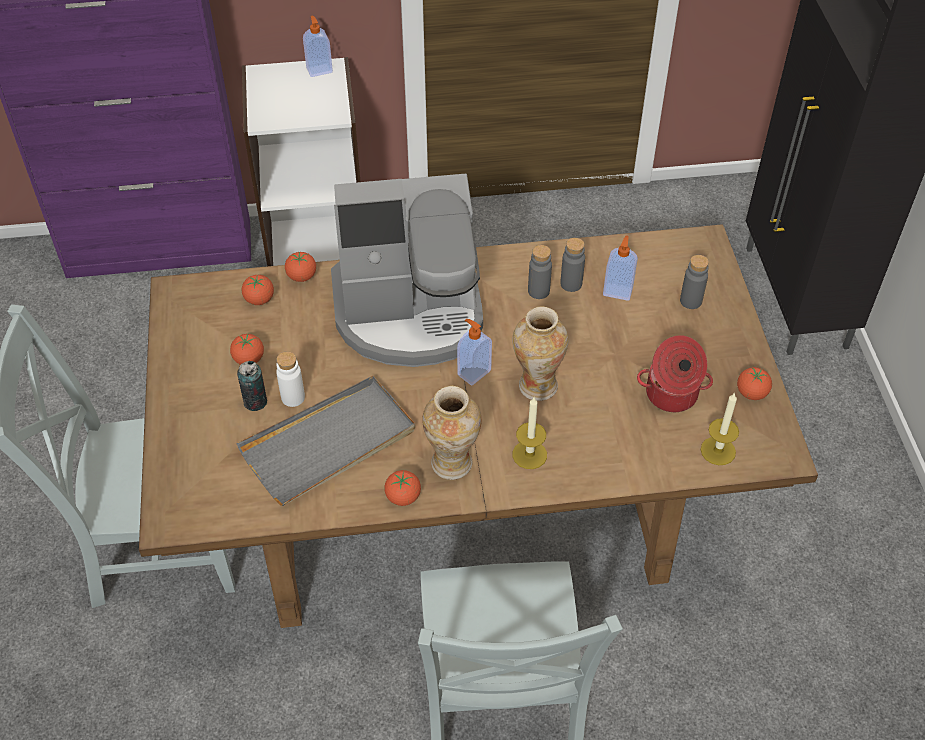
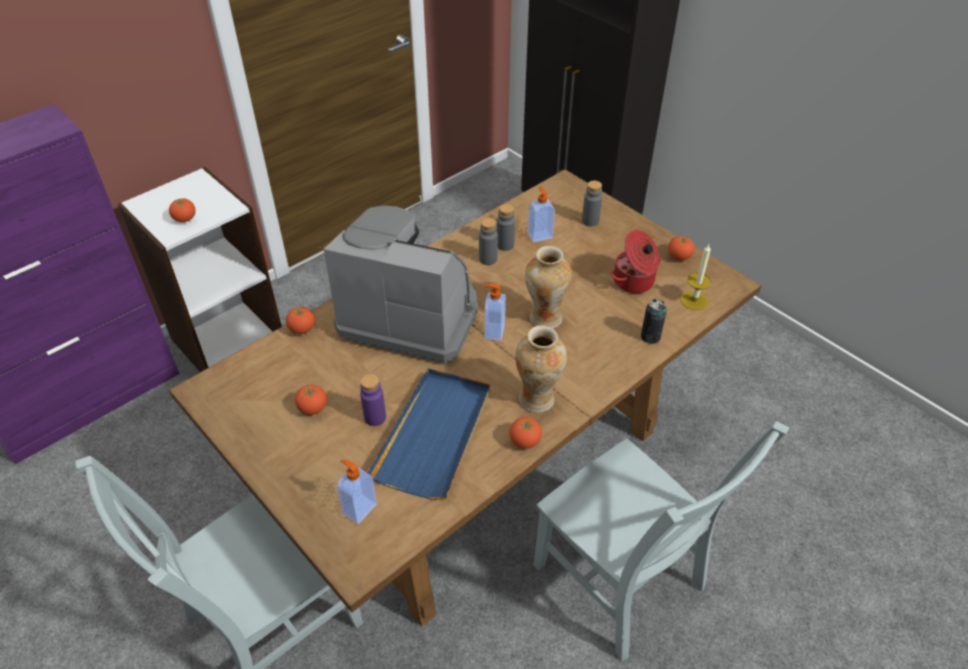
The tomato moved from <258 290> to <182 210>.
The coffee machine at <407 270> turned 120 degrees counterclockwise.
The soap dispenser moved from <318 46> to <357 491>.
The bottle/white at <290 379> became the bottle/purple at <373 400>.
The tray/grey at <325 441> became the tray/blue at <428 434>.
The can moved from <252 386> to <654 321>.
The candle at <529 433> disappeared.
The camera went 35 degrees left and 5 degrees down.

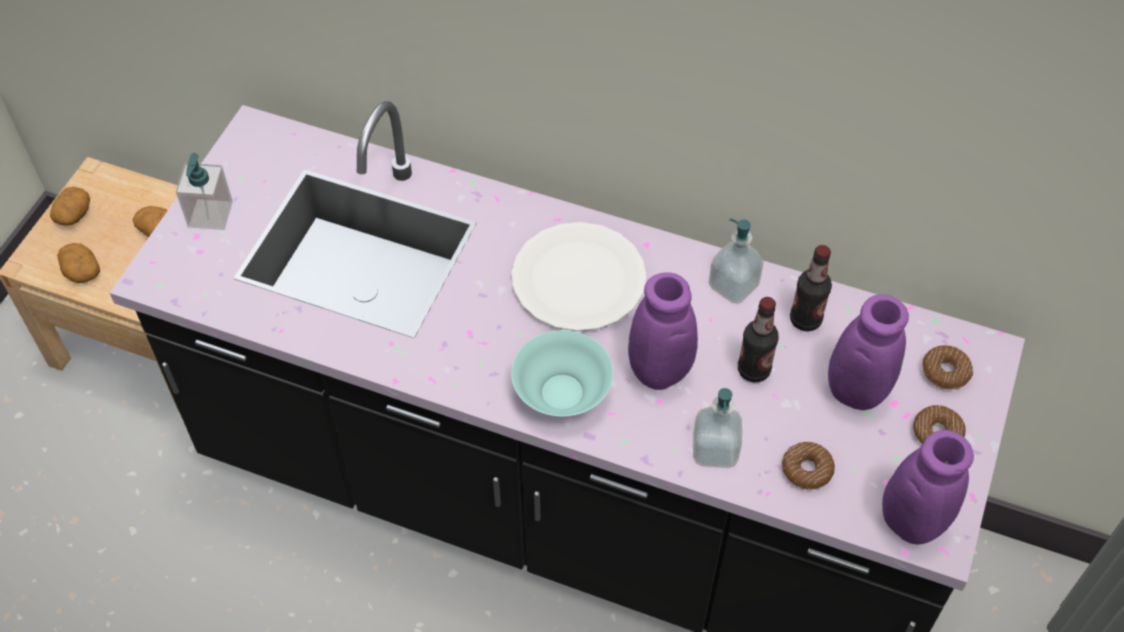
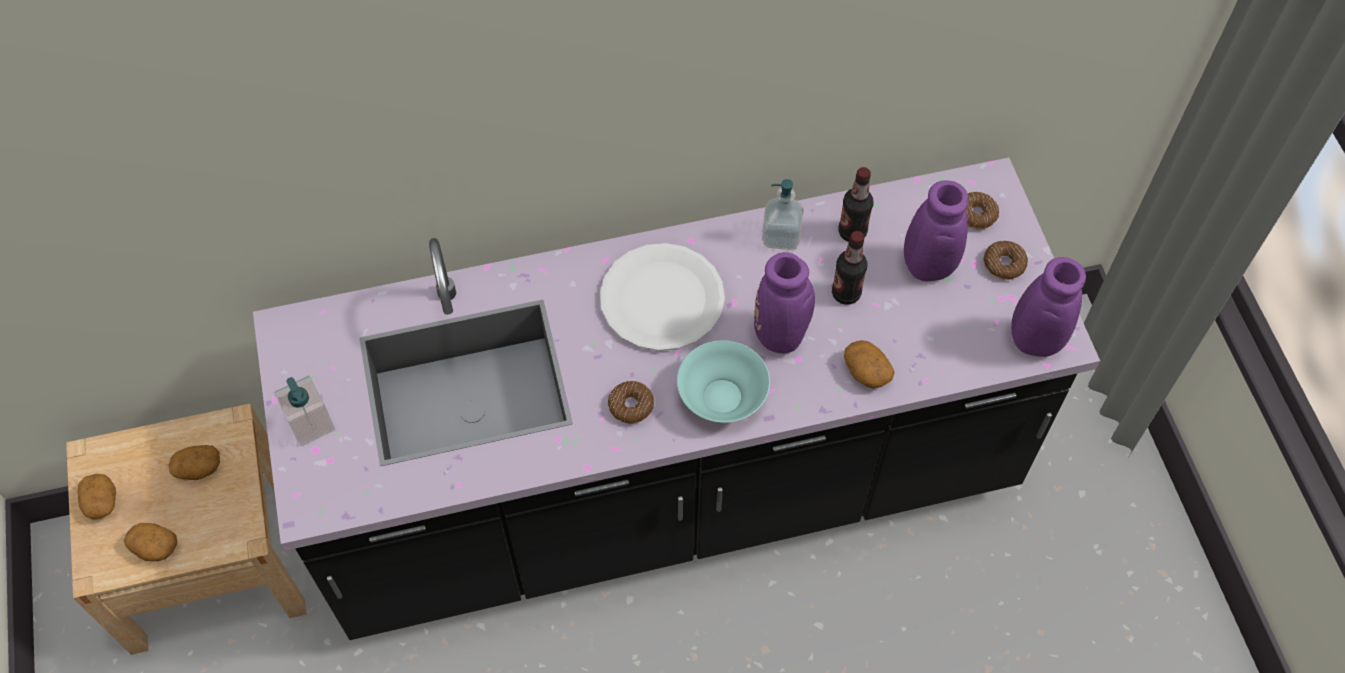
The donut moved from <808 466> to <631 402>.
The soap dispenser at <717 428> was replaced by the potato at <869 364>.
The camera went 35 degrees left and 5 degrees up.

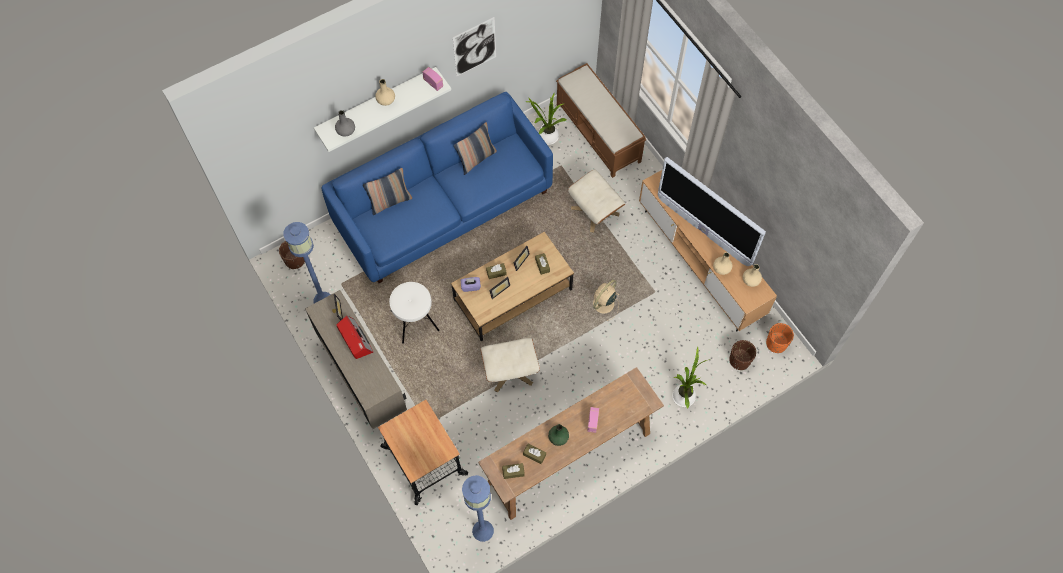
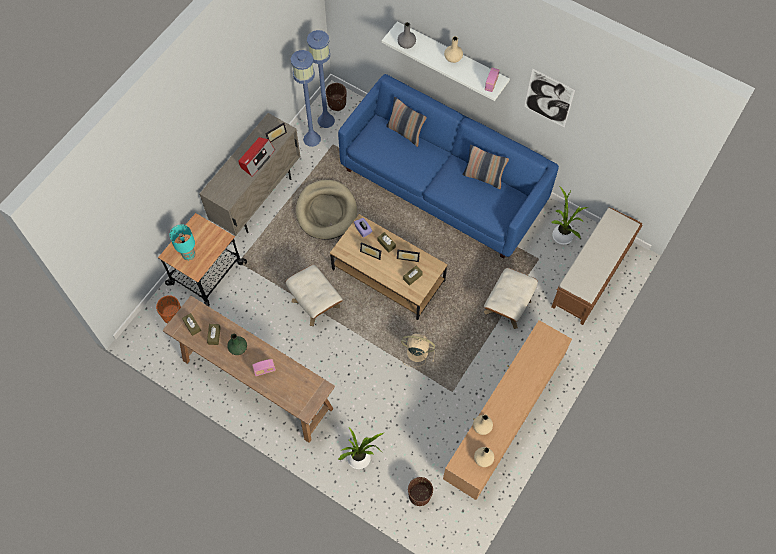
The planter/orange moved from <780 338> to <168 309>.
The table lamp/turquoise at <183 242> appeared.
The stool/white at <414 313> was replaced by the dog bed/beige at <326 210>.
The floor lamp/blue moved from <478 508> to <321 79>.
The television at <712 211> disappeared.
The camera went 65 degrees right and 0 degrees up.

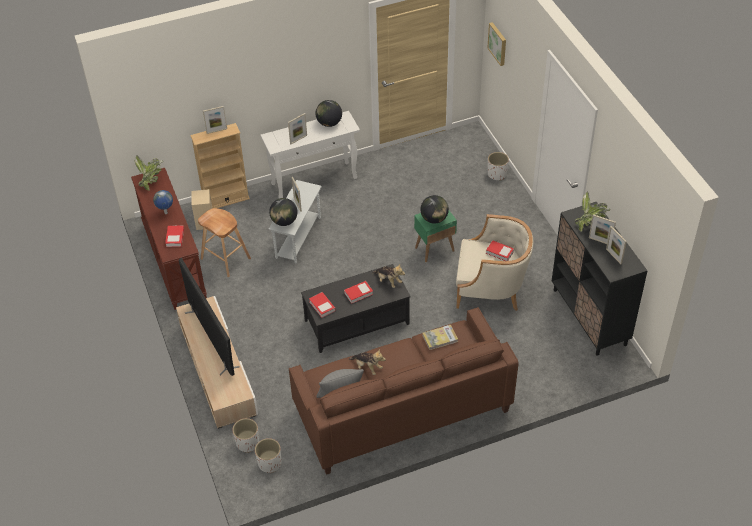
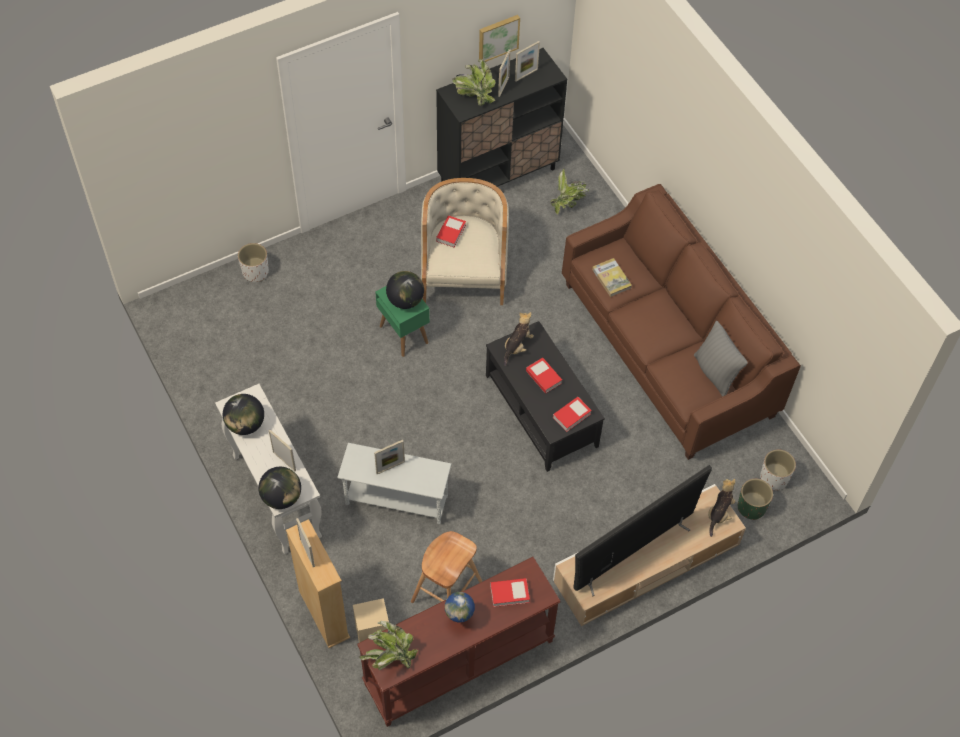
The globe moved from <283 212> to <279 488>.
The picture moved from <496 44> to <499 38>.
The potted plant at <570 192> appeared.
The plush toy moved from <367 362> to <721 508>.
The planter/white at <245 435> became the planter/green at <755 499>.
The camera went 100 degrees left and 10 degrees up.

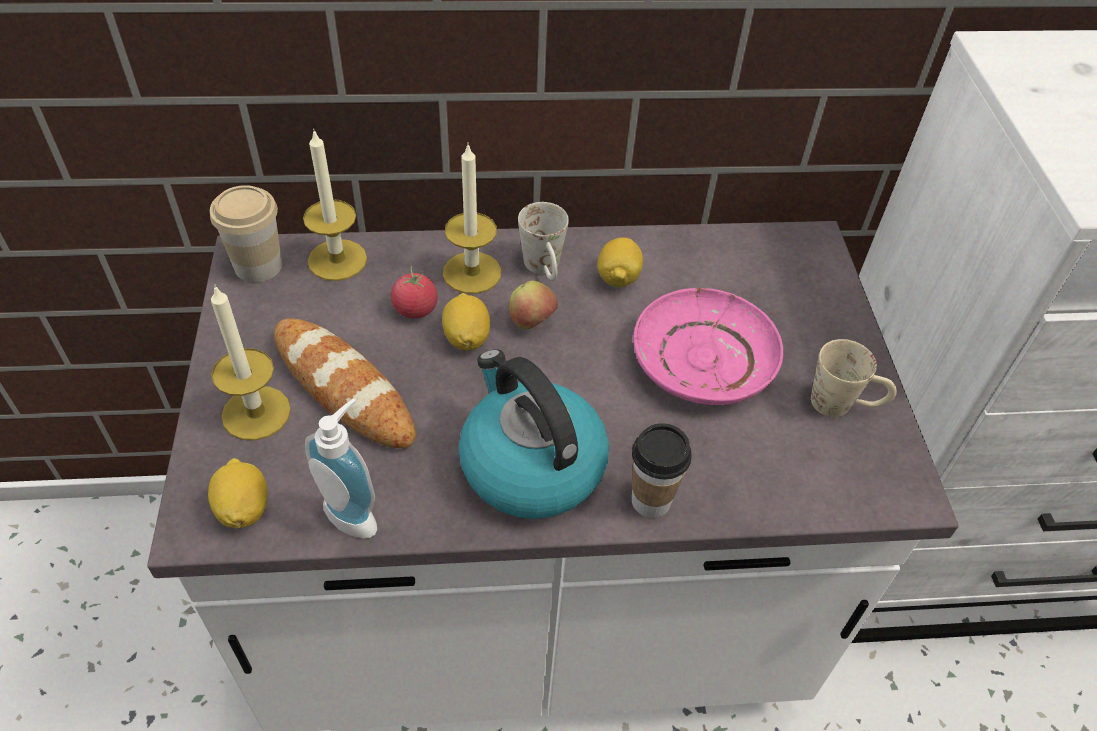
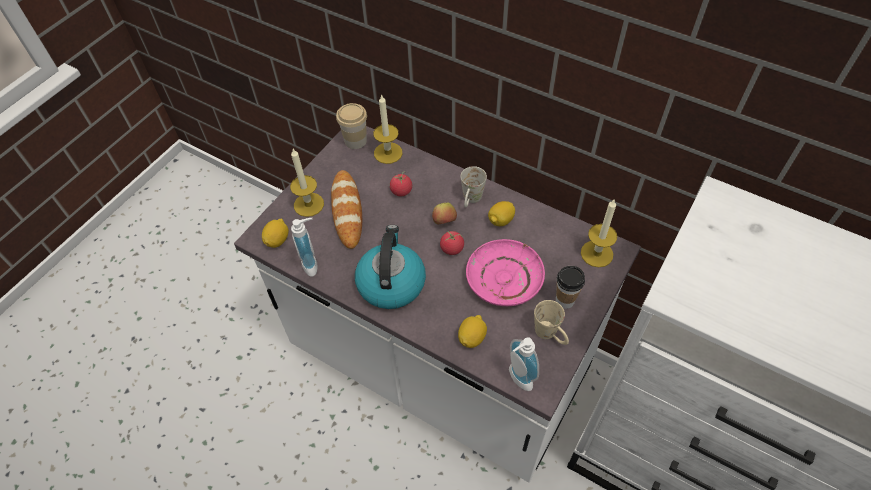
The tomato at <452 243> appeared.
The lemon moved from <466 321> to <472 331>.
The soap dispenser at <524 364> appeared.
The cup moved from <662 470> to <570 287>.
The candle moved from <472 219> to <599 233>.
The camera went 40 degrees right and 5 degrees up.

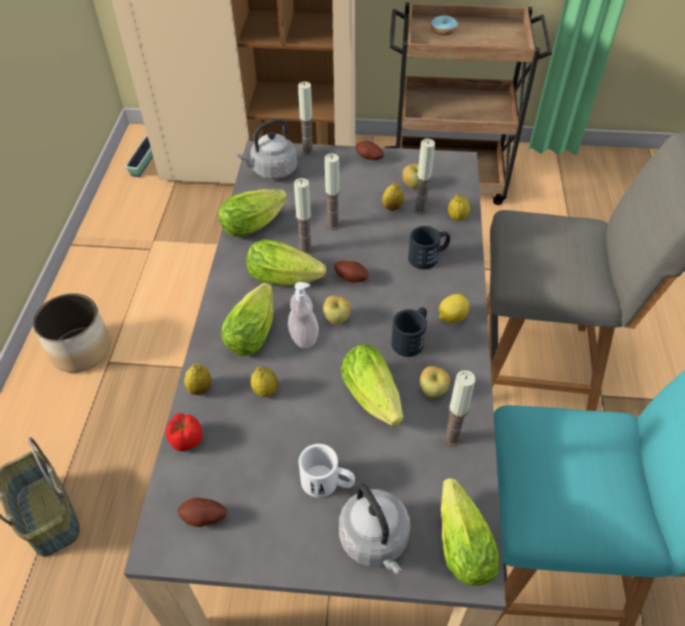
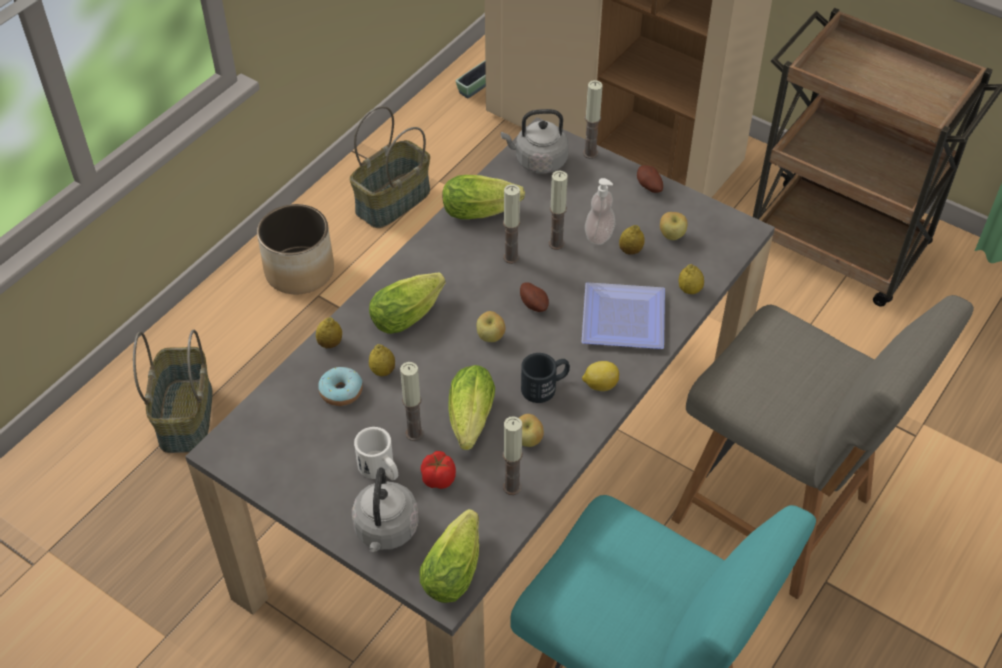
The donut moved from <444 25> to <340 386>.
The basket at <390 167> appeared.
The candle moved from <424 177> to <412 401>.
The tomato moved from <184 432> to <438 470>.
The mug/black at <429 247> was replaced by the plate at <623 315>.
The soap dispenser moved from <303 315> to <600 211>.
The potato at <202 512> disappeared.
The lettuce at <286 262> disappeared.
The camera went 30 degrees right and 0 degrees up.

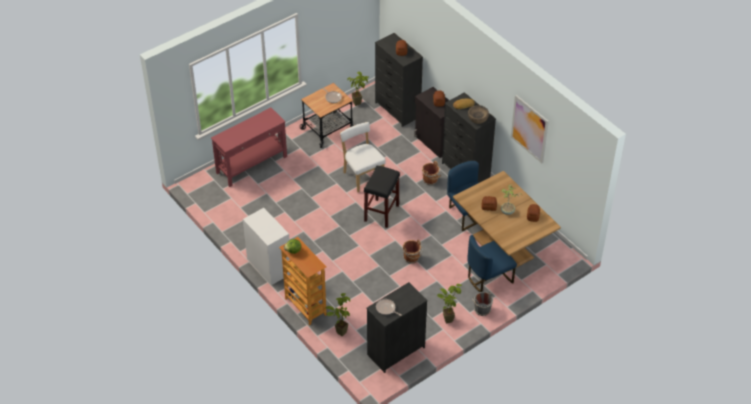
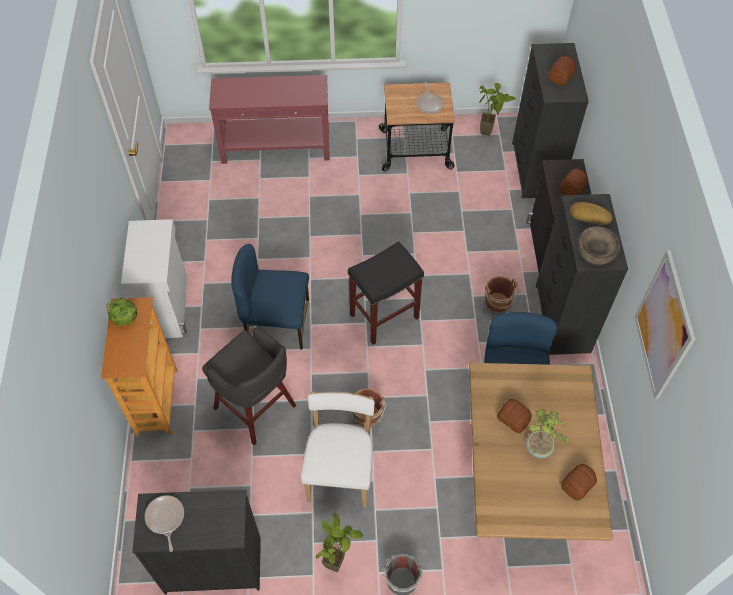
The stool/grey at <249 386> appeared.
The chair/blue moved from <492 263> to <270 297>.
The chair/white moved from <363 157> to <338 449>.
The potted plant at <337 314> disappeared.
The camera went 35 degrees right and 10 degrees up.

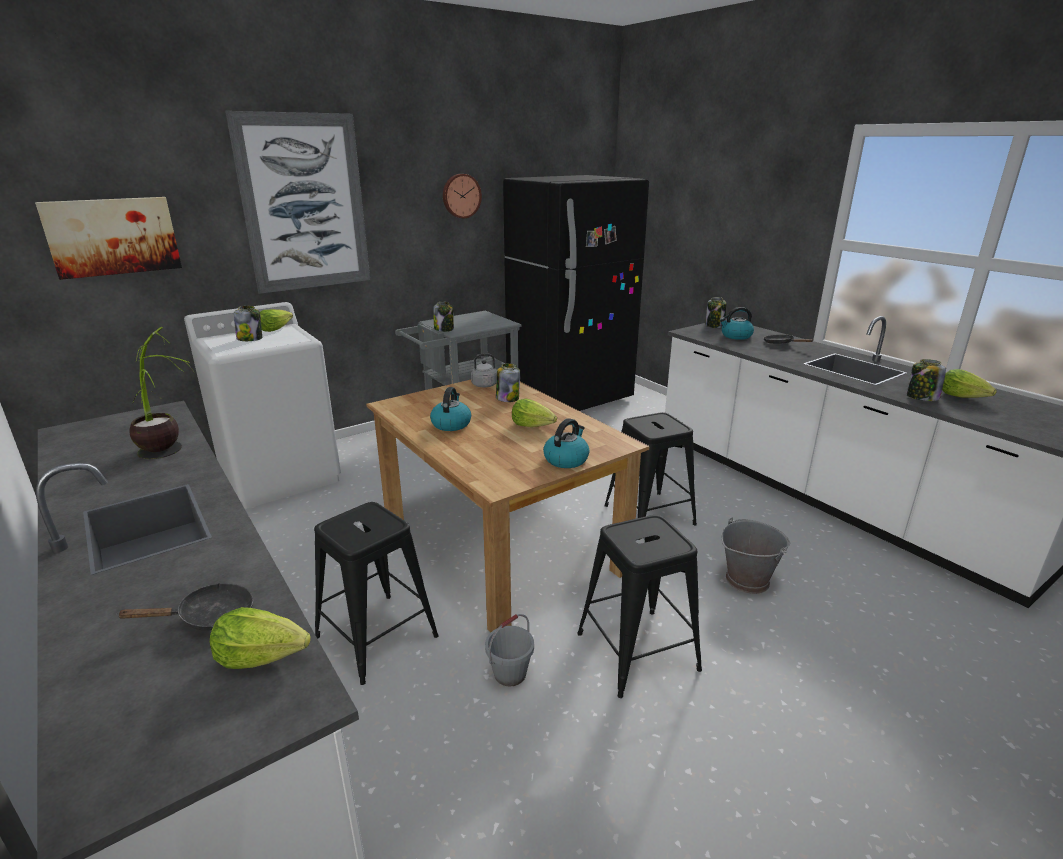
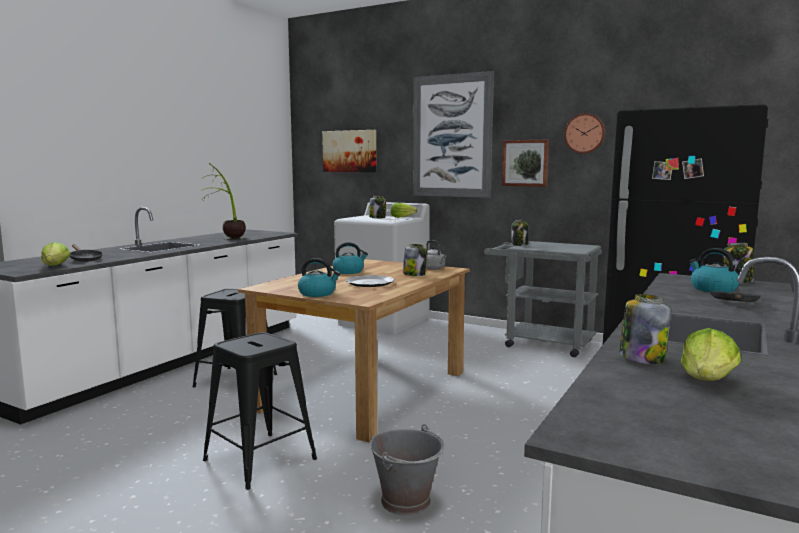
The lettuce at <534 412> was replaced by the plate at <370 281>.
The picture at <525 163> appeared.
The bucket/grey at <509 650> disappeared.
The stool/black at <650 476> disappeared.
The camera went 65 degrees right and 15 degrees down.

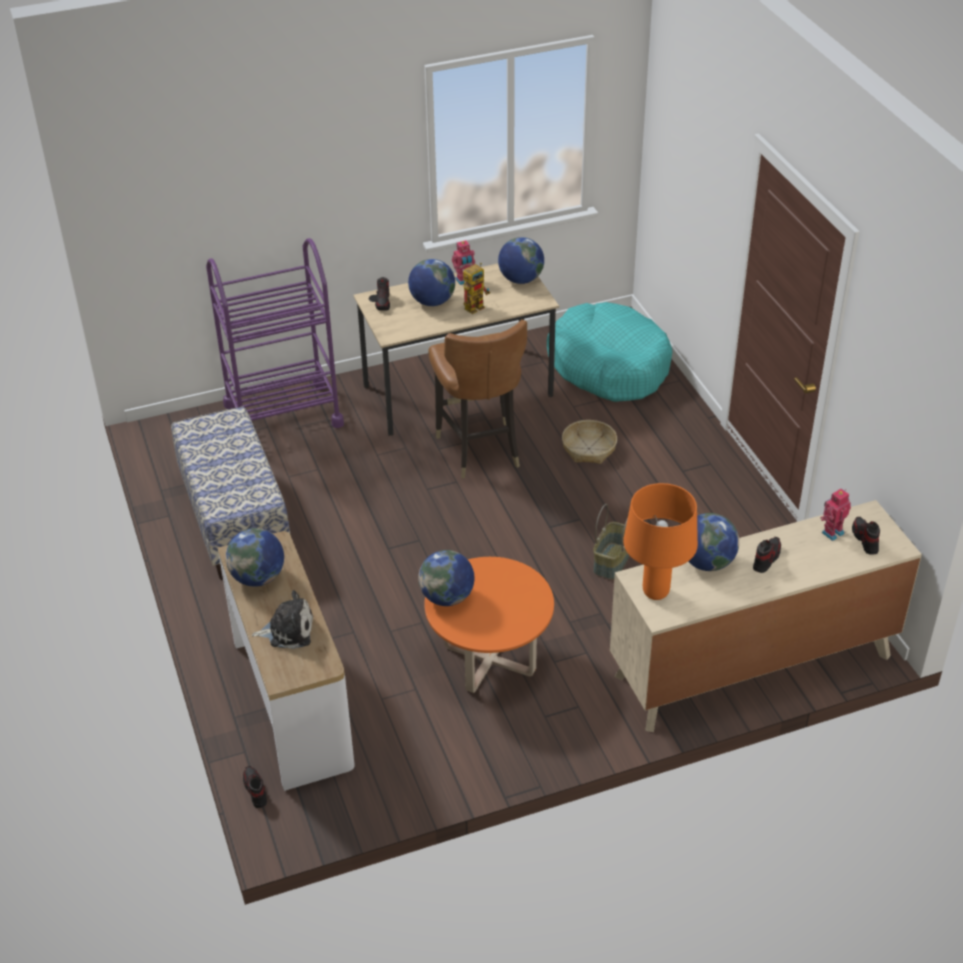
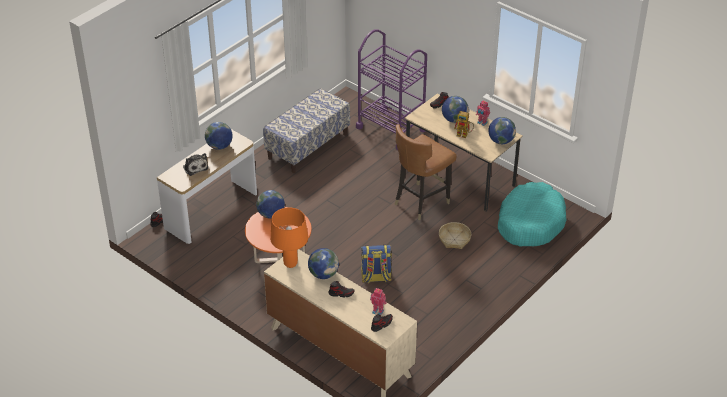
The basket at <611 541> was replaced by the backpack at <376 264>.
The camera went 60 degrees right and 0 degrees up.

